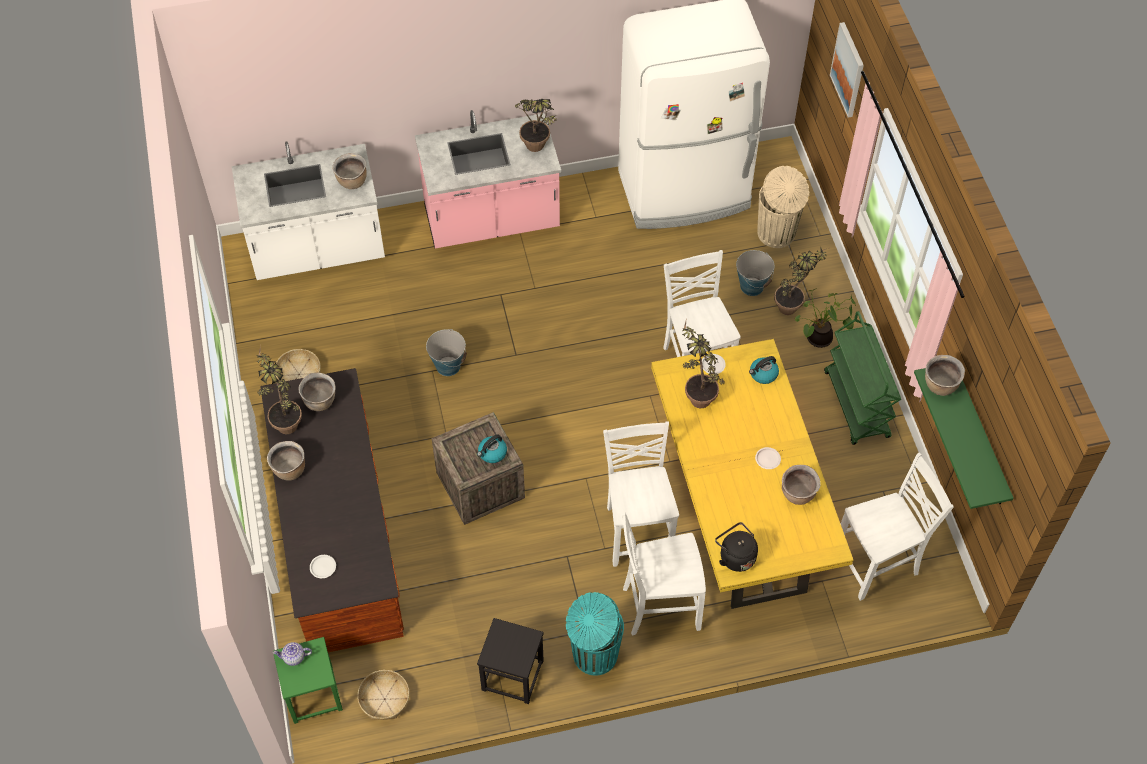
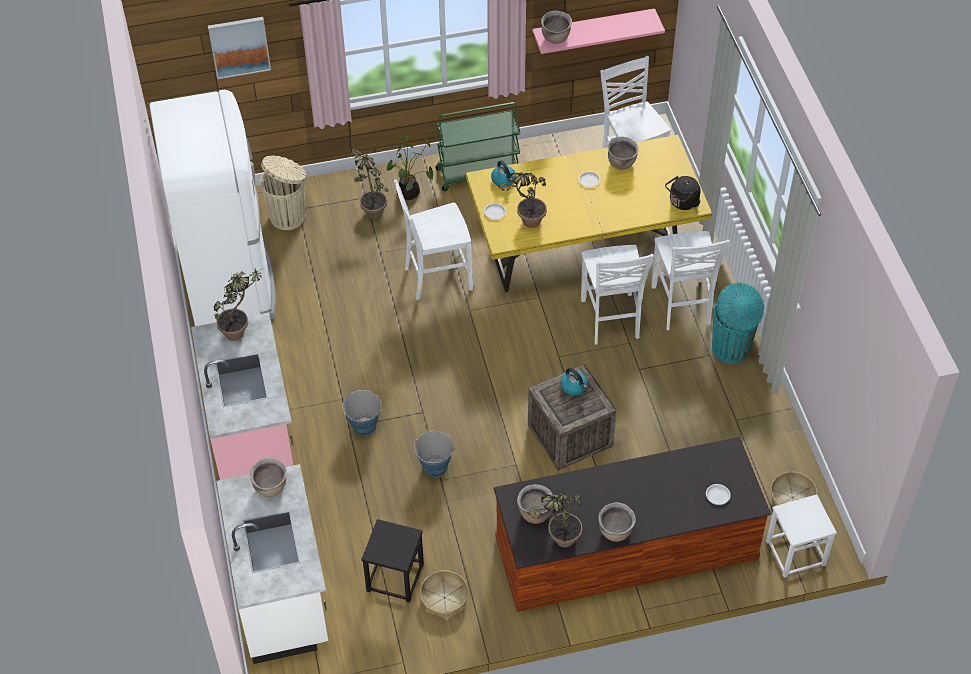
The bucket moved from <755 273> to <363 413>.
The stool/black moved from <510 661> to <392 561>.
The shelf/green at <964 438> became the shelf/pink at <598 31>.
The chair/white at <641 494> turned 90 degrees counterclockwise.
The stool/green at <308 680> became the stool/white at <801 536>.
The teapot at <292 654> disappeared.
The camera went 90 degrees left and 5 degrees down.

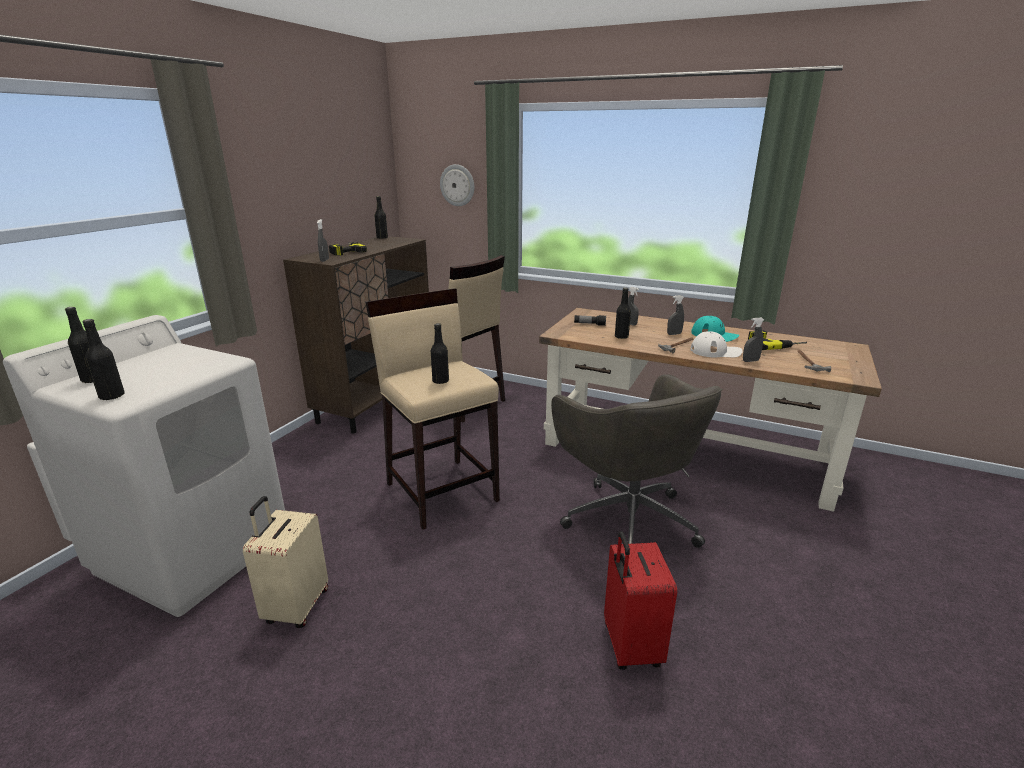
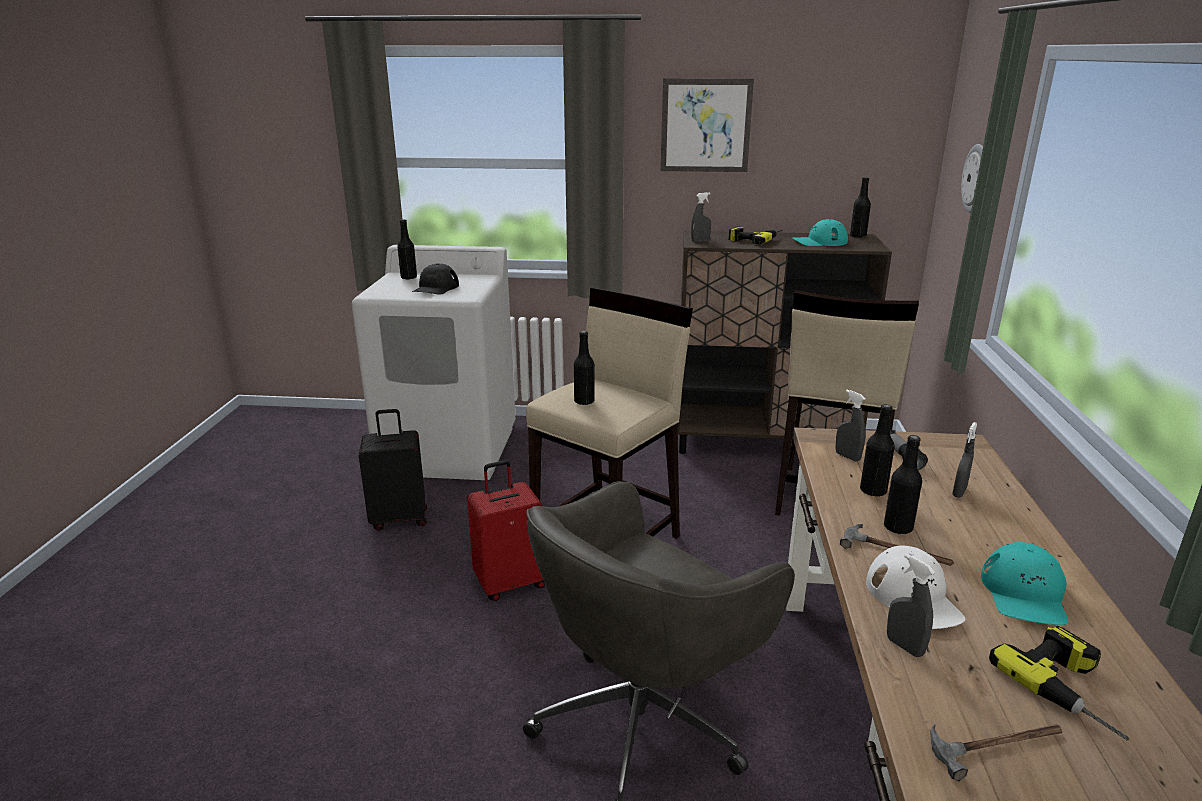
The suitcase/beige at <285 562> became the suitcase/black at <393 470>.
The cap/black at <435 279> appeared.
The suitcase/red moved from <640 600> to <506 530>.
The picture at <707 125> appeared.
The cap/turquoise at <820 232> appeared.
The spray bottle/grey moved from <675 315> to <850 426>.
The bottle/black moved from <103 359> to <903 485>.
The camera went 70 degrees right and 0 degrees up.

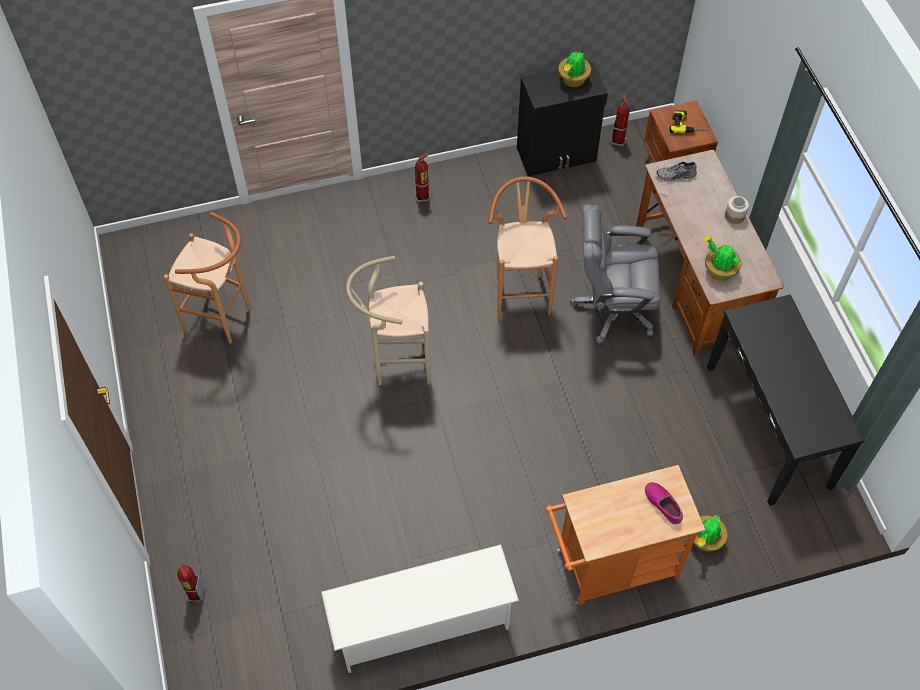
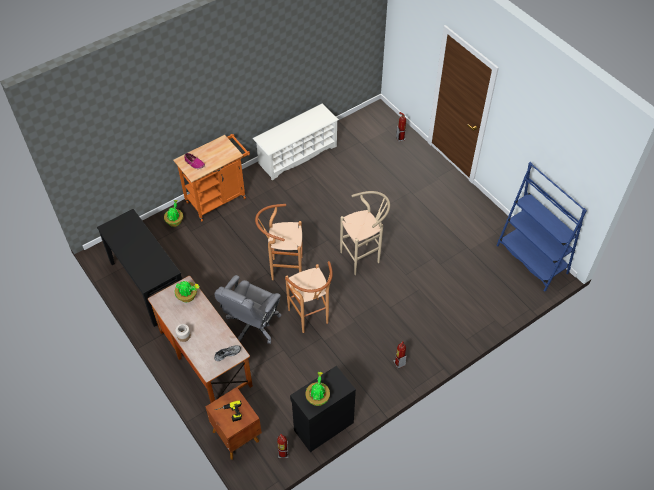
The office chair/grey at <615 273> turned 135 degrees clockwise.
The stool/brown moved from <207 278> to <279 242>.
The bookcase/blue at <541 227> appeared.
The camera went 160 degrees right and 5 degrees down.

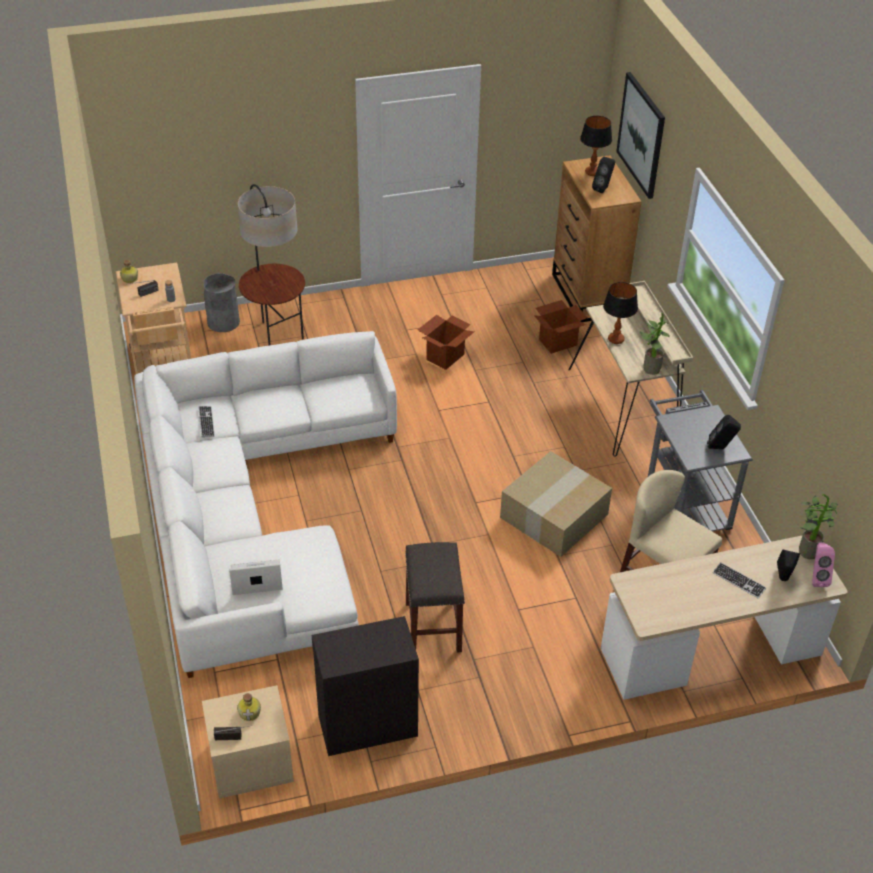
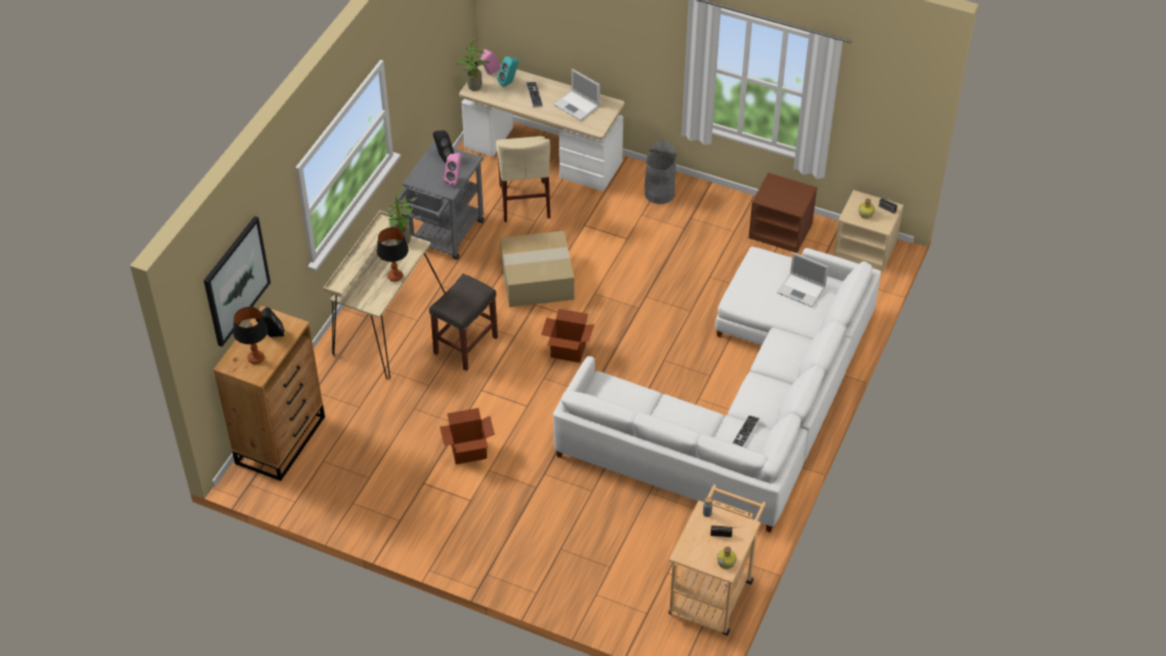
The stool/grey moved from <435 597> to <463 322>.
The speaker/pink at <452 169> appeared.
The speaker/black at <788 565> became the speaker/turquoise at <508 71>.
The cardboard box moved from <561 327> to <567 336>.
The laptop at <576 95> appeared.
The trash can/grey moved from <222 302> to <661 172>.
The cabinet/black at <365 686> was replaced by the nightstand/brown at <783 213>.
The floor lamp at <271 264> disappeared.
The camera went 140 degrees left and 5 degrees up.

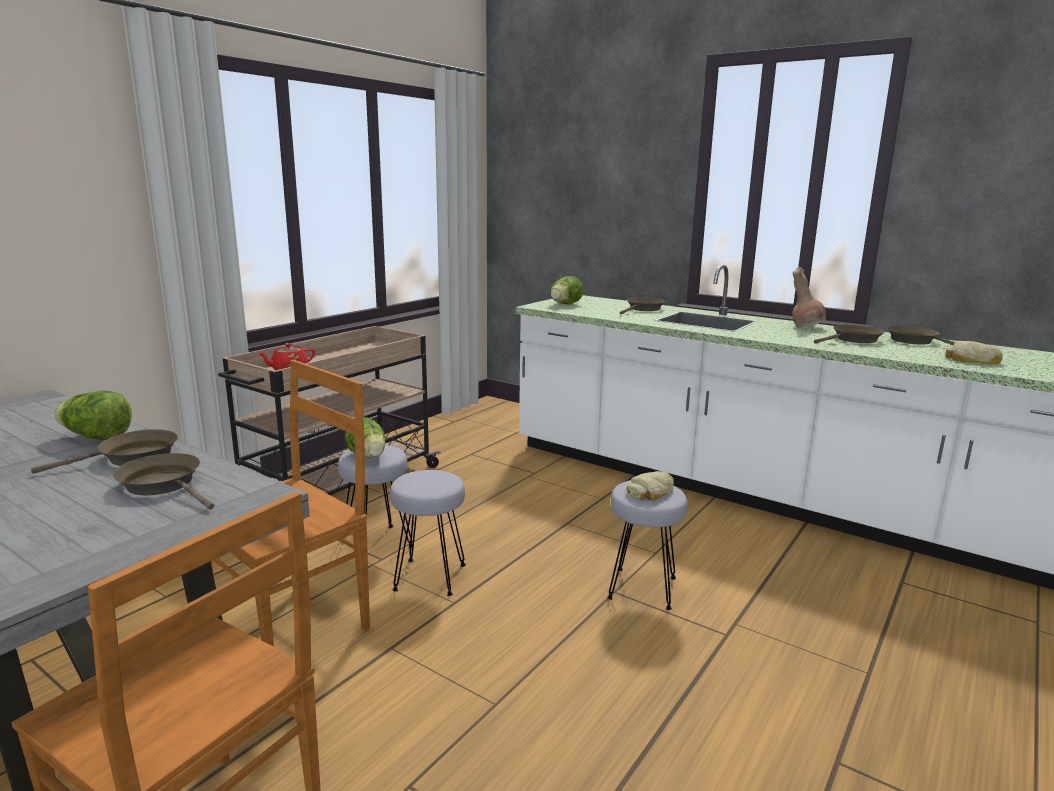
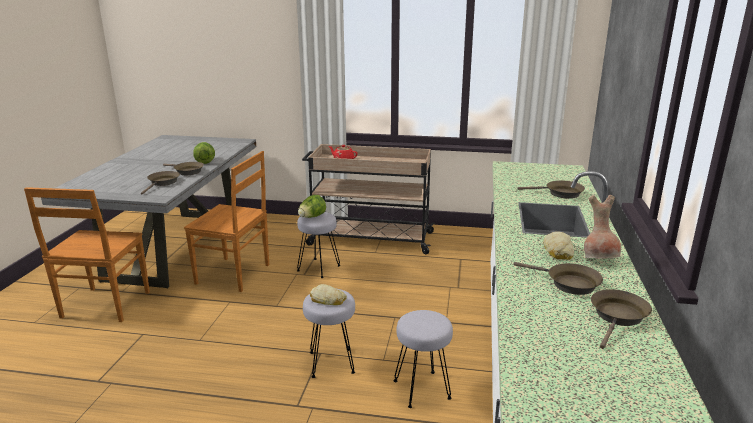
The stool/grey moved from <428 533> to <423 359>.
The bread moved from <974 352> to <558 246>.
The lettuce at <566 290> disappeared.
The camera went 65 degrees right and 5 degrees up.

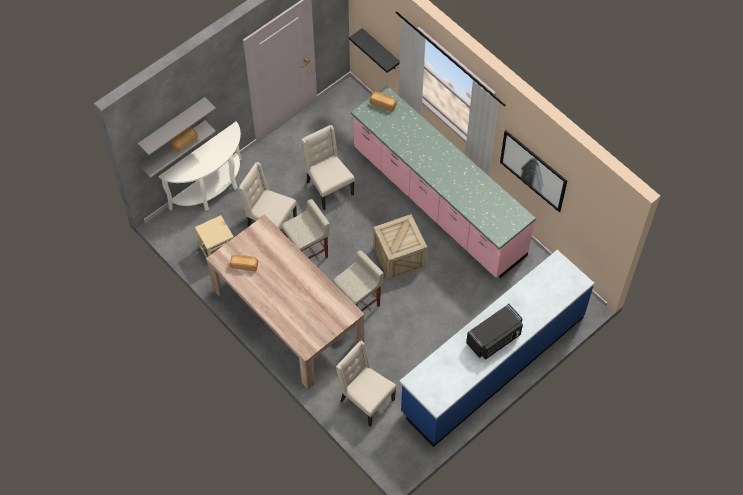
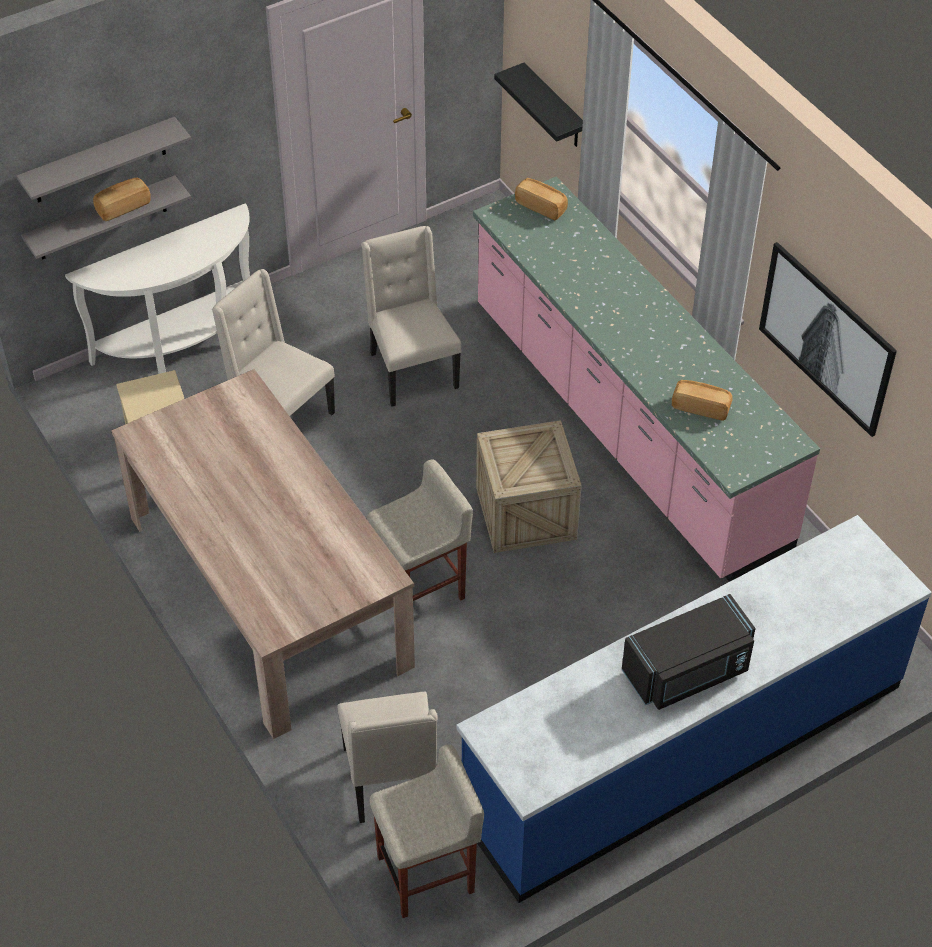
The chair/beige at <366 384> turned 150 degrees counterclockwise.
The stool/beige moved from <306 229> to <426 831>.
The bread moved from <244 263> to <702 400>.
The camera went 10 degrees right and 10 degrees down.

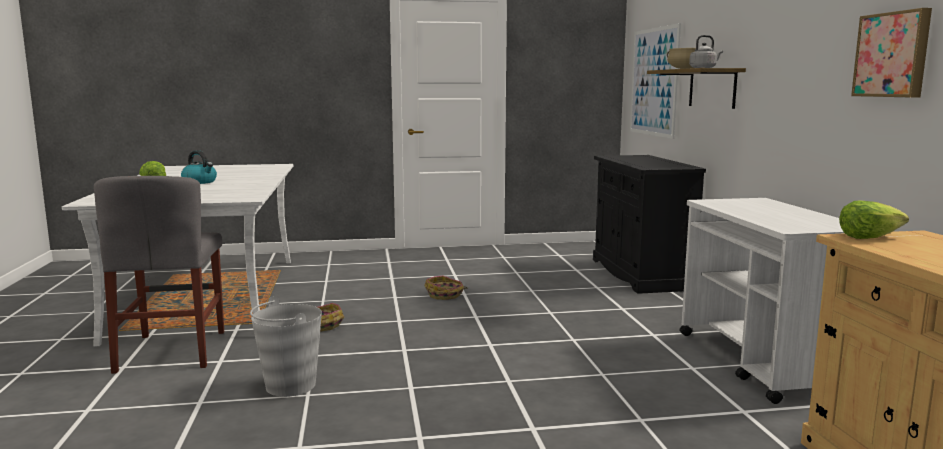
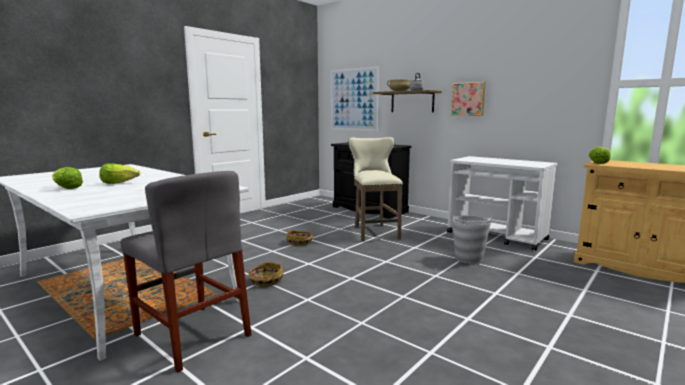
The kettle at <199 167> was replaced by the lettuce at <119 174>.
The stool/beige at <375 189> appeared.
The picture moved from <891 53> to <468 99>.
The bucket/grey moved from <286 346> to <472 239>.
The camera went 40 degrees left and 0 degrees up.

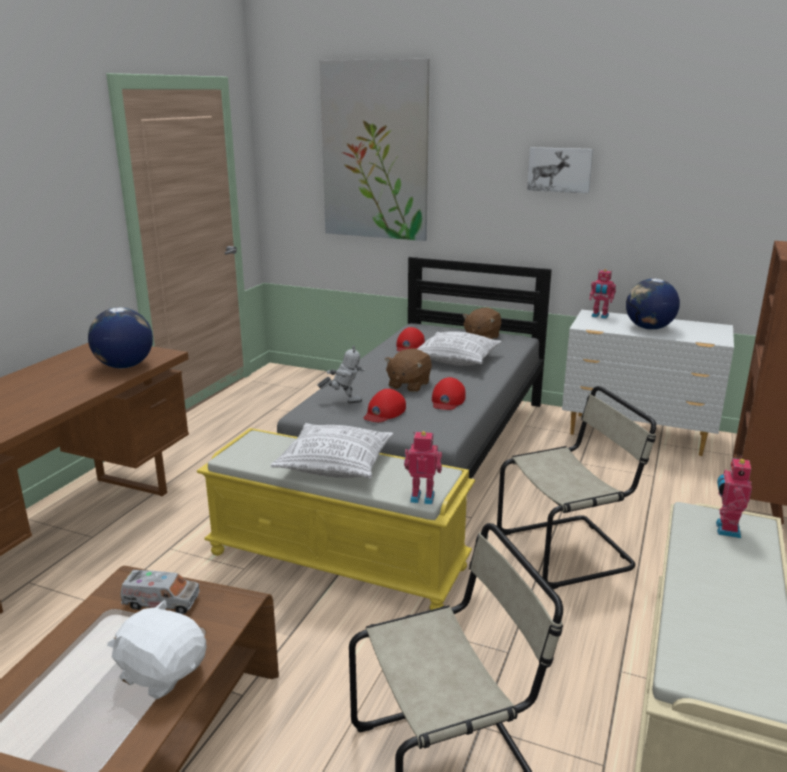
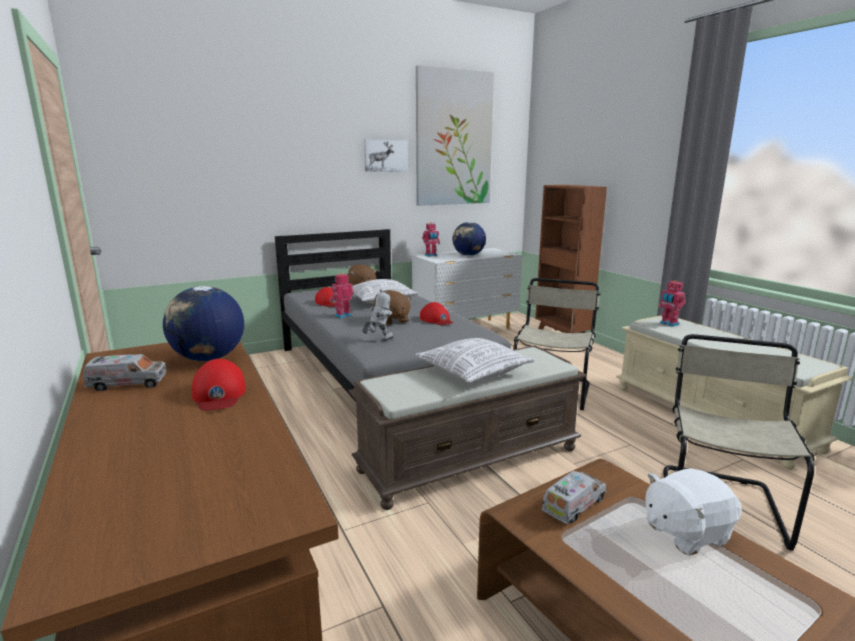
The toy truck at <124 372> appeared.
The cap/red moved from <385 405> to <219 385>.
The toy robot moved from <423 467> to <342 295>.
The bench/yellow at <335 519> became the bench/brown at <468 427>.
The picture moved from <375 150> to <455 135>.
The camera went 50 degrees left and 5 degrees down.

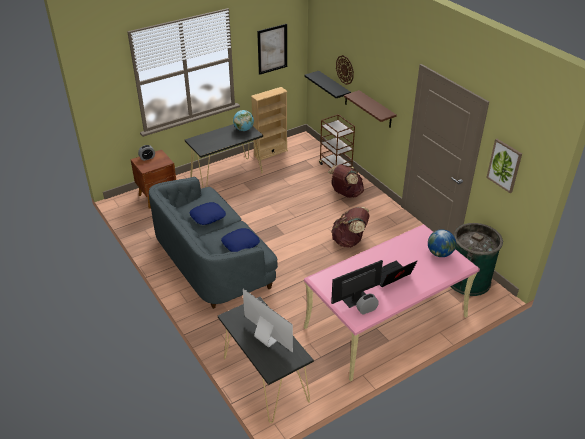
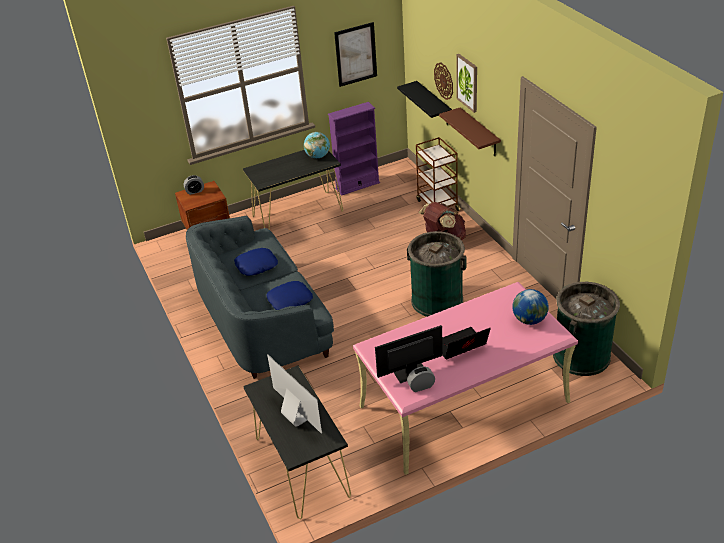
The bookcase/beige at <269 124> became the bookcase/purple at <354 149>.
The backpack/brown at <350 227> was replaced by the trash can/green at <436 274>.
The picture moved from <504 166> to <466 83>.
The camera went 10 degrees right and 0 degrees up.

